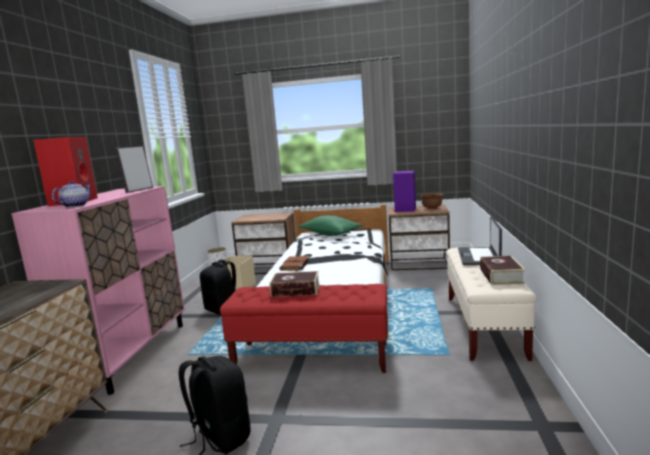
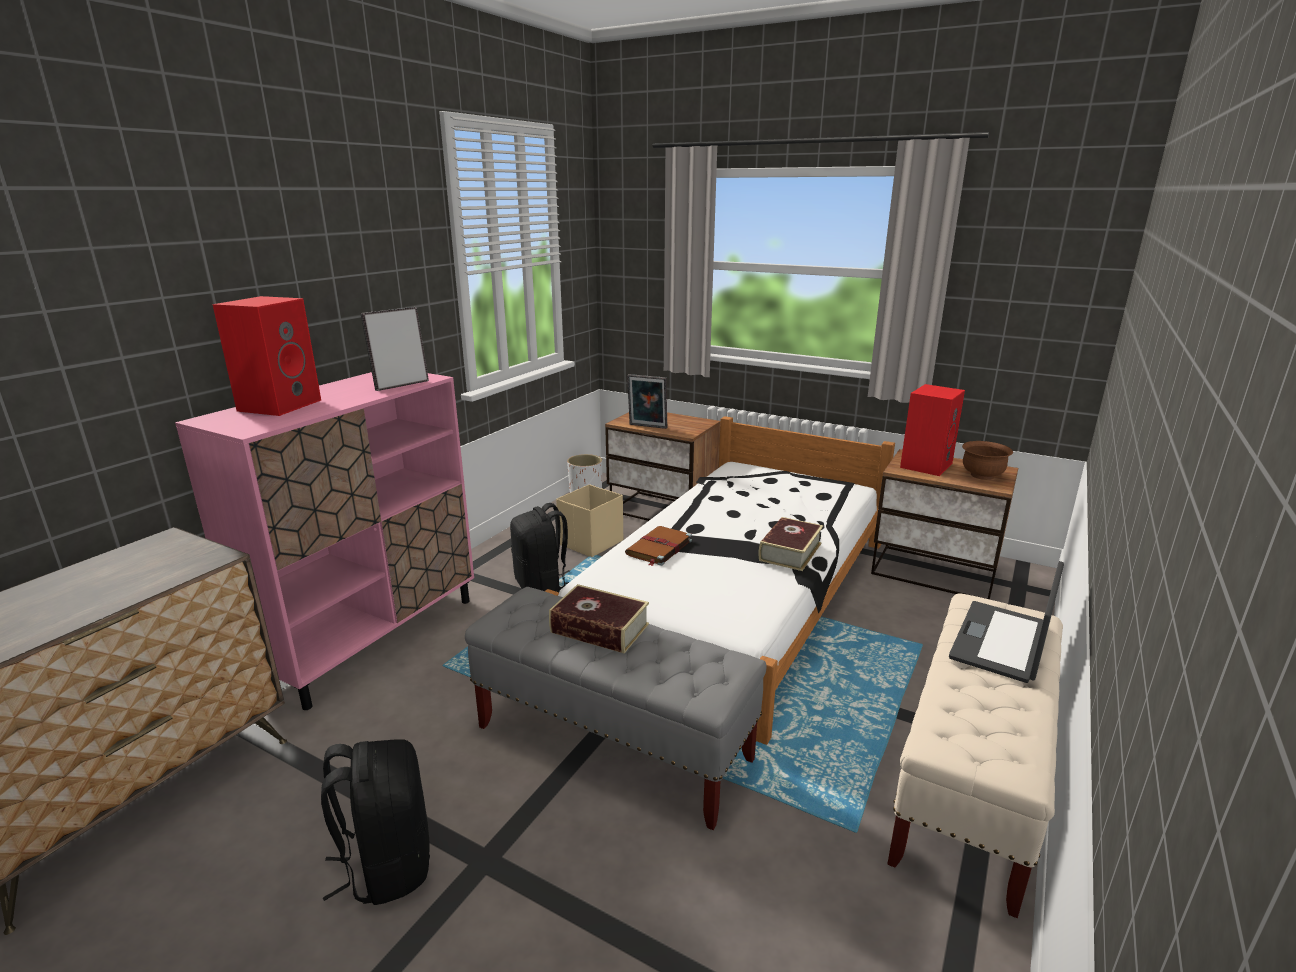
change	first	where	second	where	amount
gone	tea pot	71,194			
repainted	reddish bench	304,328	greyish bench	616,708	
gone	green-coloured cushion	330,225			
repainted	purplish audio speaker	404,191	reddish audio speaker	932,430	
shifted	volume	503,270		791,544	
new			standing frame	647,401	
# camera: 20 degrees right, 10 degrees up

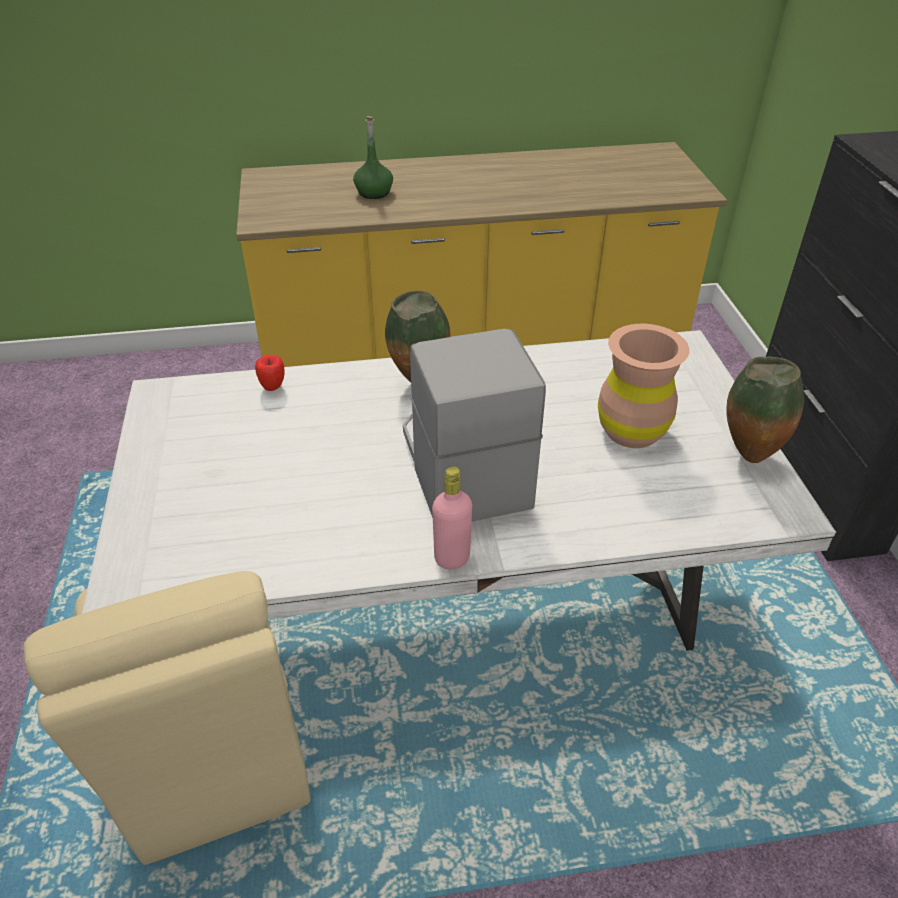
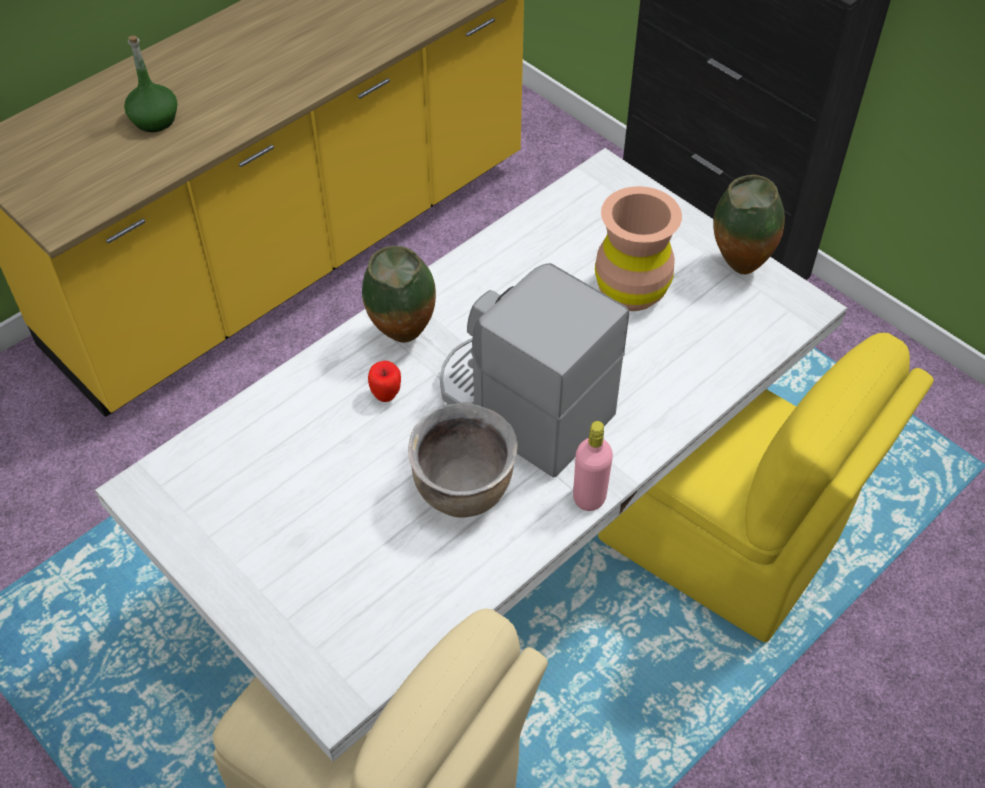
change	first	where	second	where	amount
shifted	whole apple	270,373		384,381	
new			brown cooking pot	463,460	
new			yellowish upright chair	766,487	
# camera: 35 degrees left, 10 degrees up

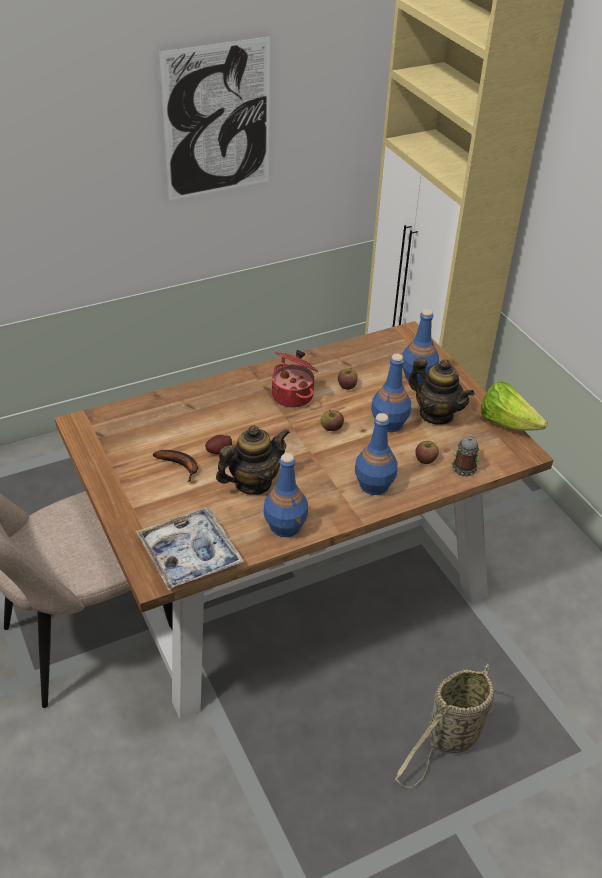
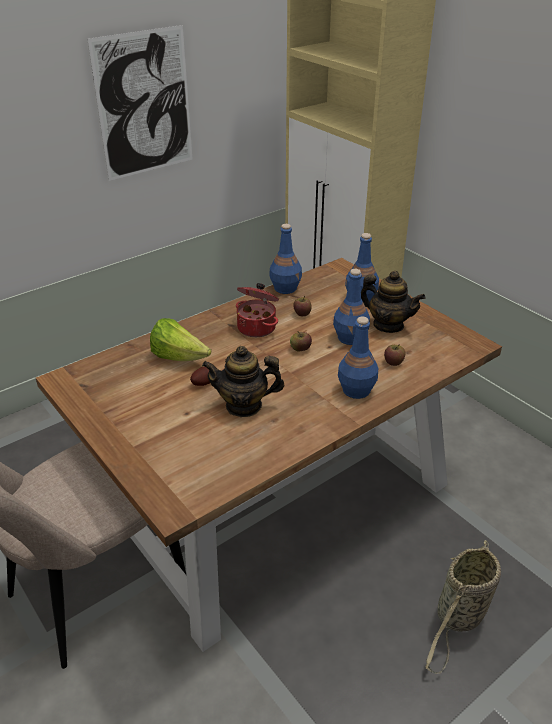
change	first	where	second	where	amount
gone	carrying tray	190,549			
gone	banana	175,466			
rotated	tea pot	253,460		243,381	135 degrees counterclockwise
shifted	blue-coloured drink bottle	285,495		285,259	
gone	mug	466,455			
shifted	head of lettuce	514,406		180,339	
# camera: 10 degrees left, 5 degrees down

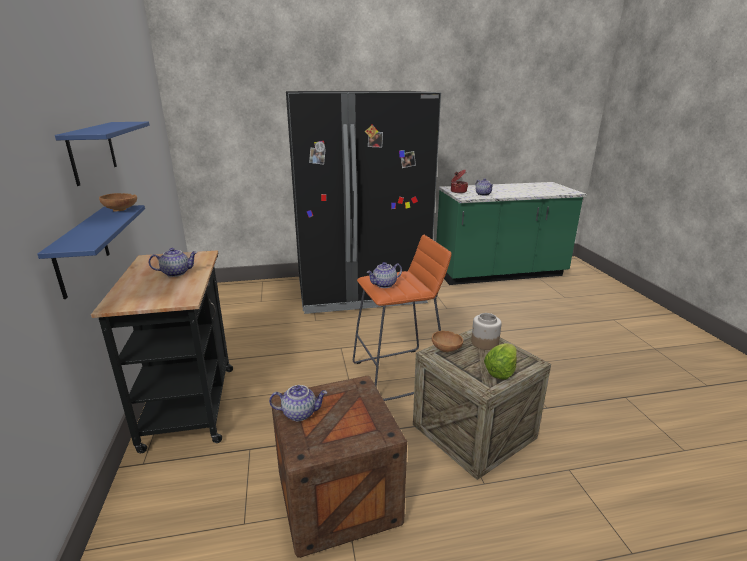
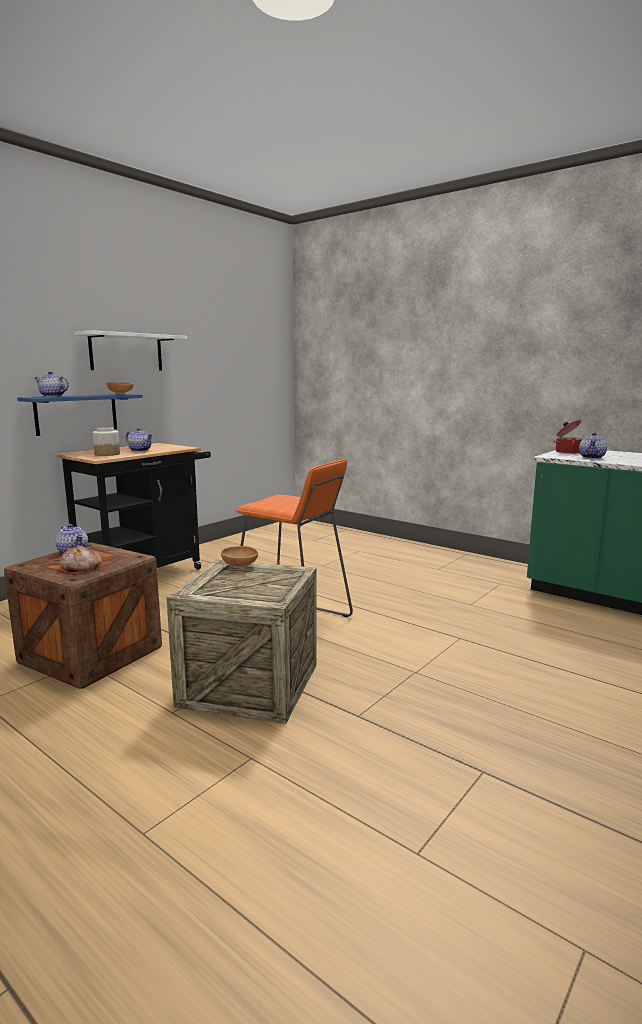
change	first	where	second	where	amount
repainted	blue-coloured wall shelf	102,154	white-coloured wall shelf	130,350	
gone	blackish kitchen fridge	363,202			
shifted	tea pot	384,275		52,384	
shifted	preserve jar	486,331		106,441	
gone	head of lettuce	500,361			
new			bread	81,558	
# camera: 50 degrees right, 10 degrees down

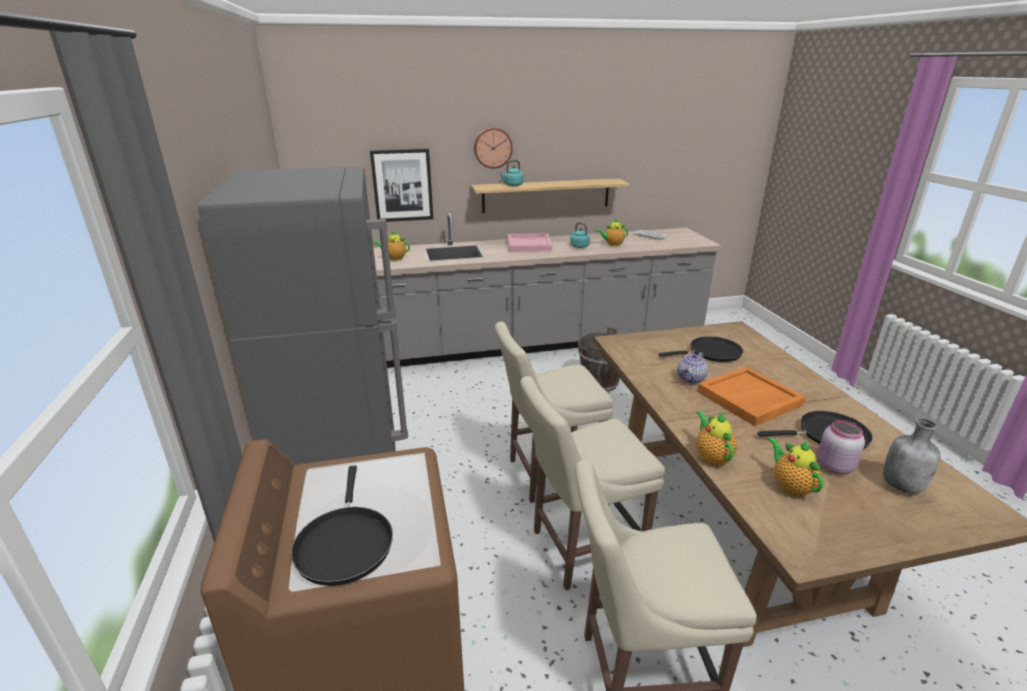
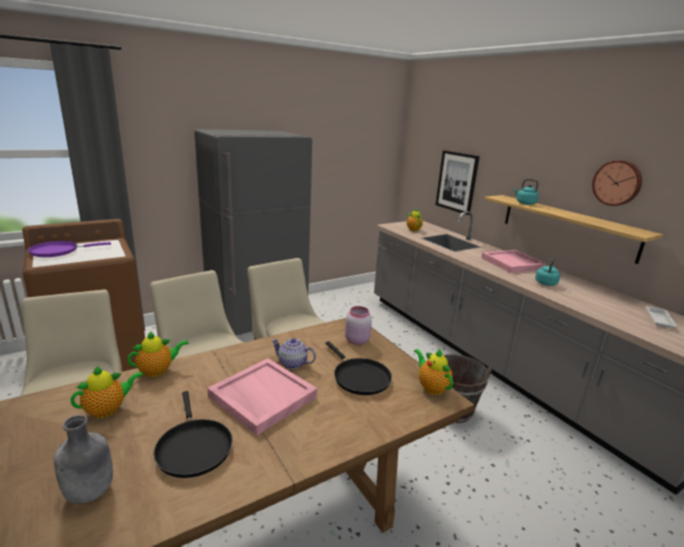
change	first	where	second	where	amount
repainted	blackish skillet	342,525	purplish skillet	69,249	
shifted	clock on the wall	493,148		617,183	
shifted	tea pot	612,232		433,372	
repainted	orange-coloured carrying tray	751,396	pink carrying tray	262,396	
shifted	pink preserve jar	841,447		358,325	
# camera: 70 degrees right, 5 degrees down

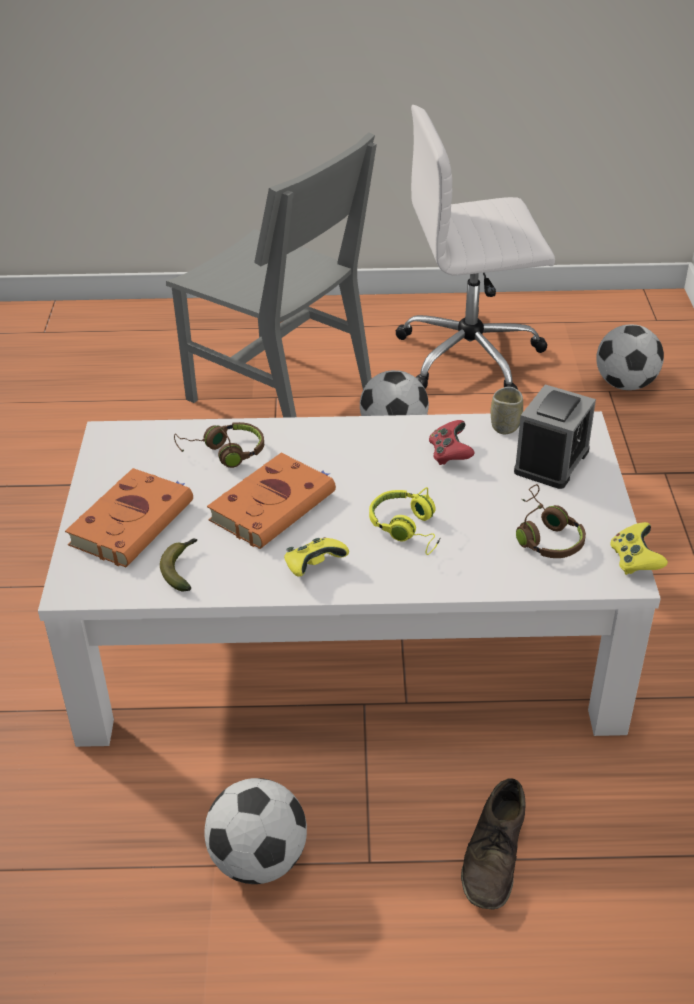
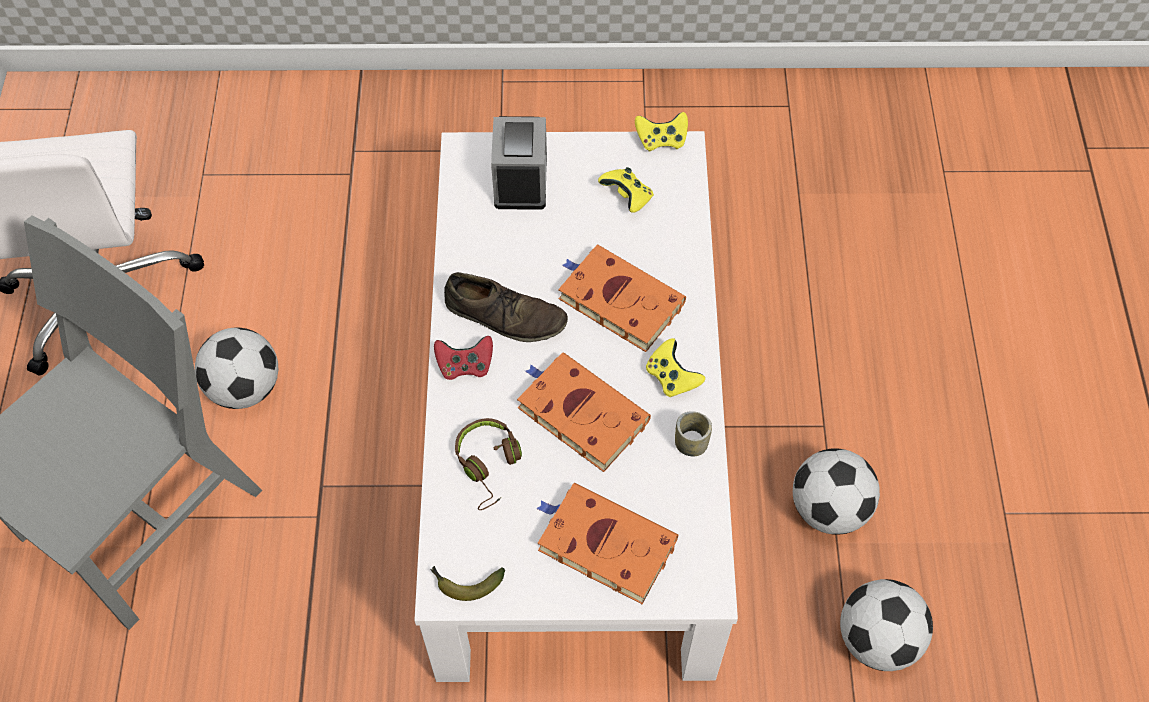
change	first	where	second	where	amount
shifted	banana	178,565		468,583	
swapped	yellowish headphones	405,521	orange-coloured volume	622,298	
shifted	reddish game controller	452,442		463,358	
shifted	brown item of footwear	493,844		506,307	
shifted	small cup	507,410		693,433	
rotated	bedside clock	555,436		519,163	60 degrees clockwise
swapped	brown headphones	551,521	yellowish game controller	626,190	
shifted	football	630,357		886,625	
# camera: 90 degrees left, 20 degrees up

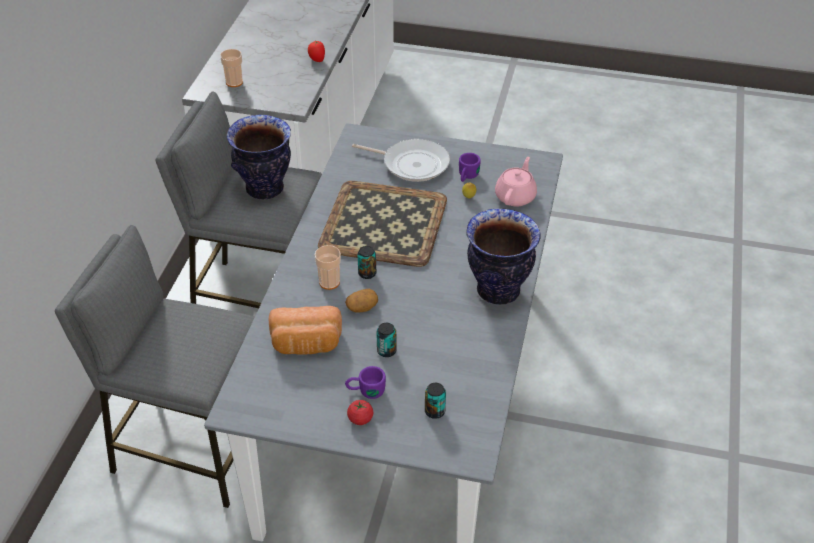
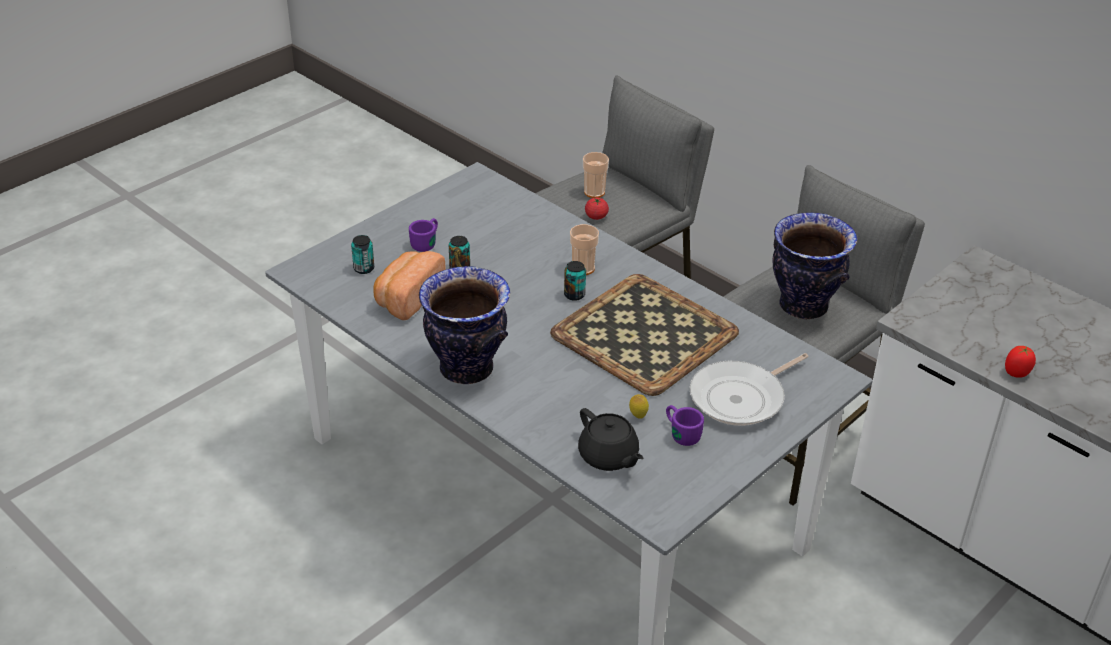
change	first	where	second	where	amount
shifted	small cup	231,68		596,175	
shifted	bread	305,330		409,285	
gone	whole potato	361,301			
shifted	fresh tomato	360,412		597,208	
repainted	pink tea pot	516,181	blackish tea pot	610,439	
# camera: 120 degrees right, 5 degrees down

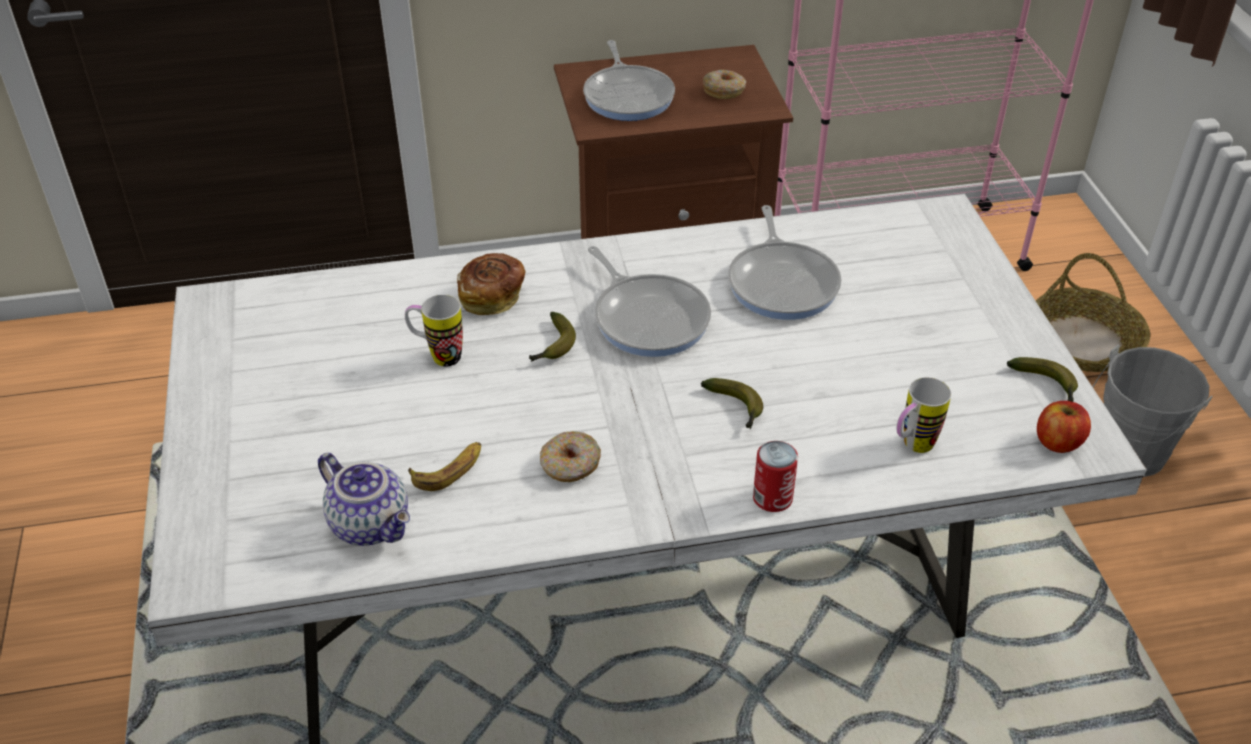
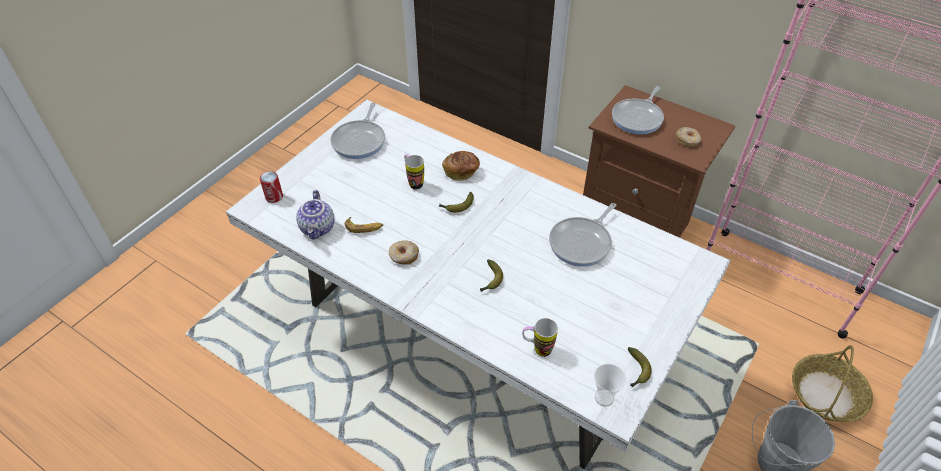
change	first	where	second	where	amount
shifted	skillet	649,301		357,130	
shifted	metal can	775,476		271,187	
swapped	whole apple	1064,427	small cup	610,385	
# camera: 45 degrees right, 5 degrees up

